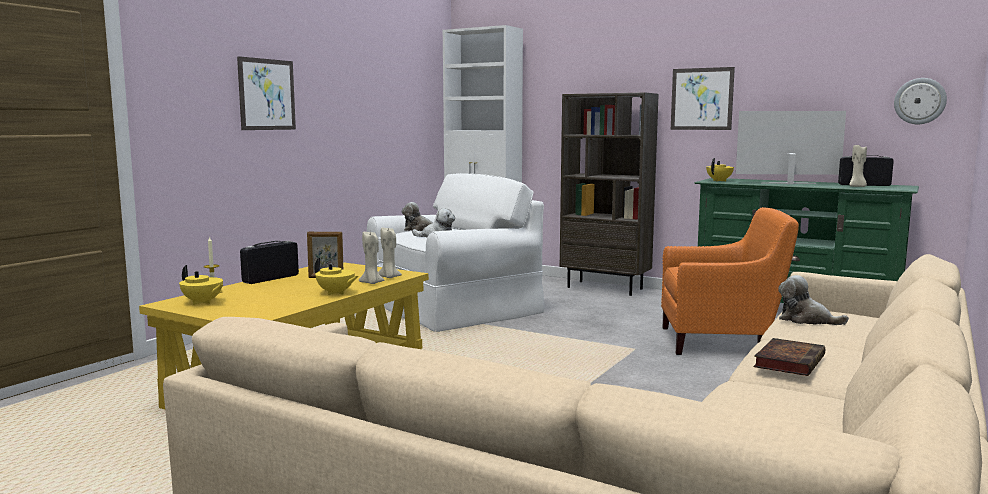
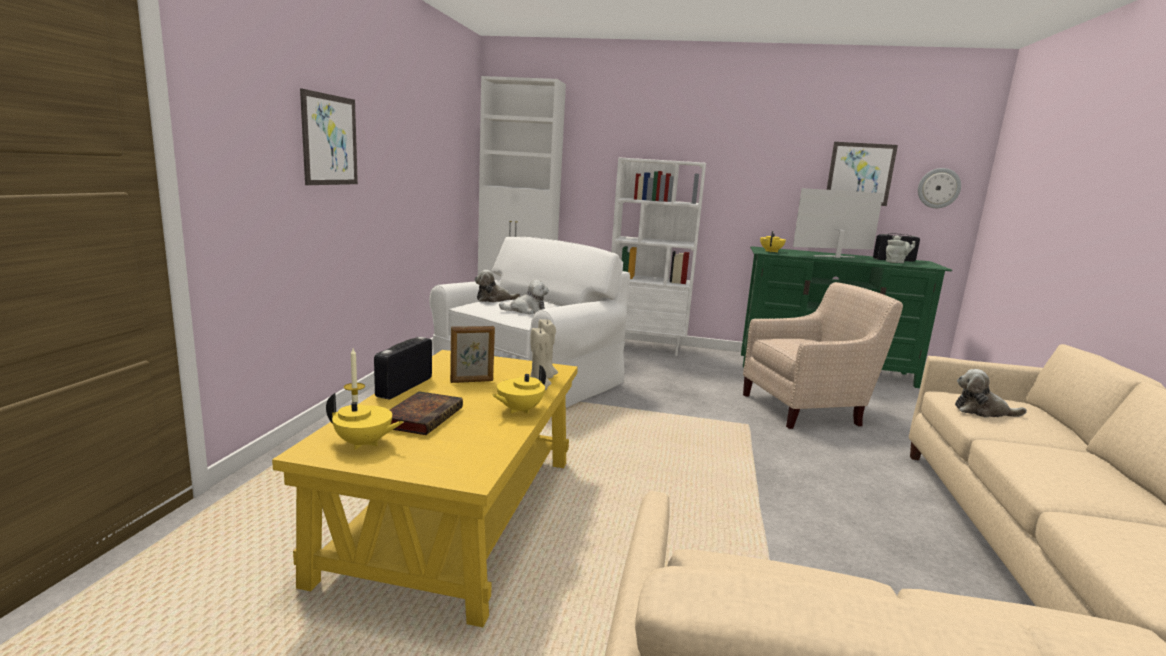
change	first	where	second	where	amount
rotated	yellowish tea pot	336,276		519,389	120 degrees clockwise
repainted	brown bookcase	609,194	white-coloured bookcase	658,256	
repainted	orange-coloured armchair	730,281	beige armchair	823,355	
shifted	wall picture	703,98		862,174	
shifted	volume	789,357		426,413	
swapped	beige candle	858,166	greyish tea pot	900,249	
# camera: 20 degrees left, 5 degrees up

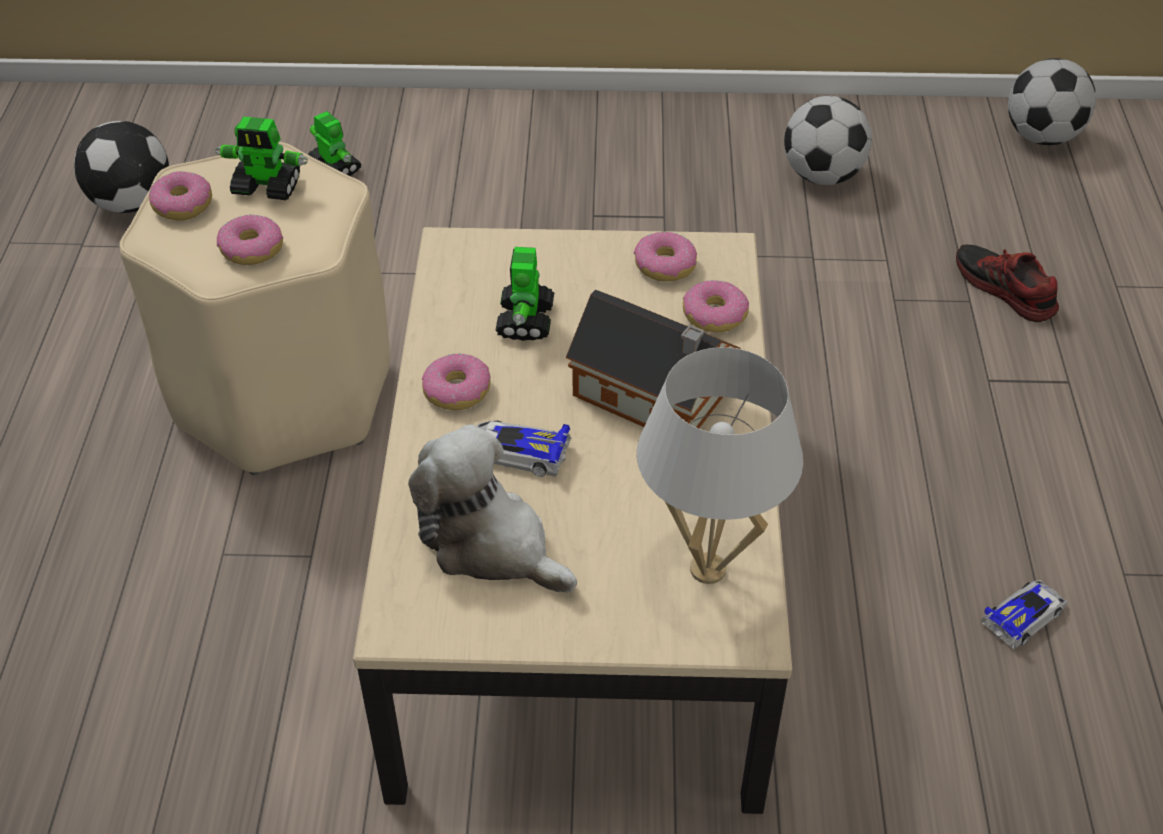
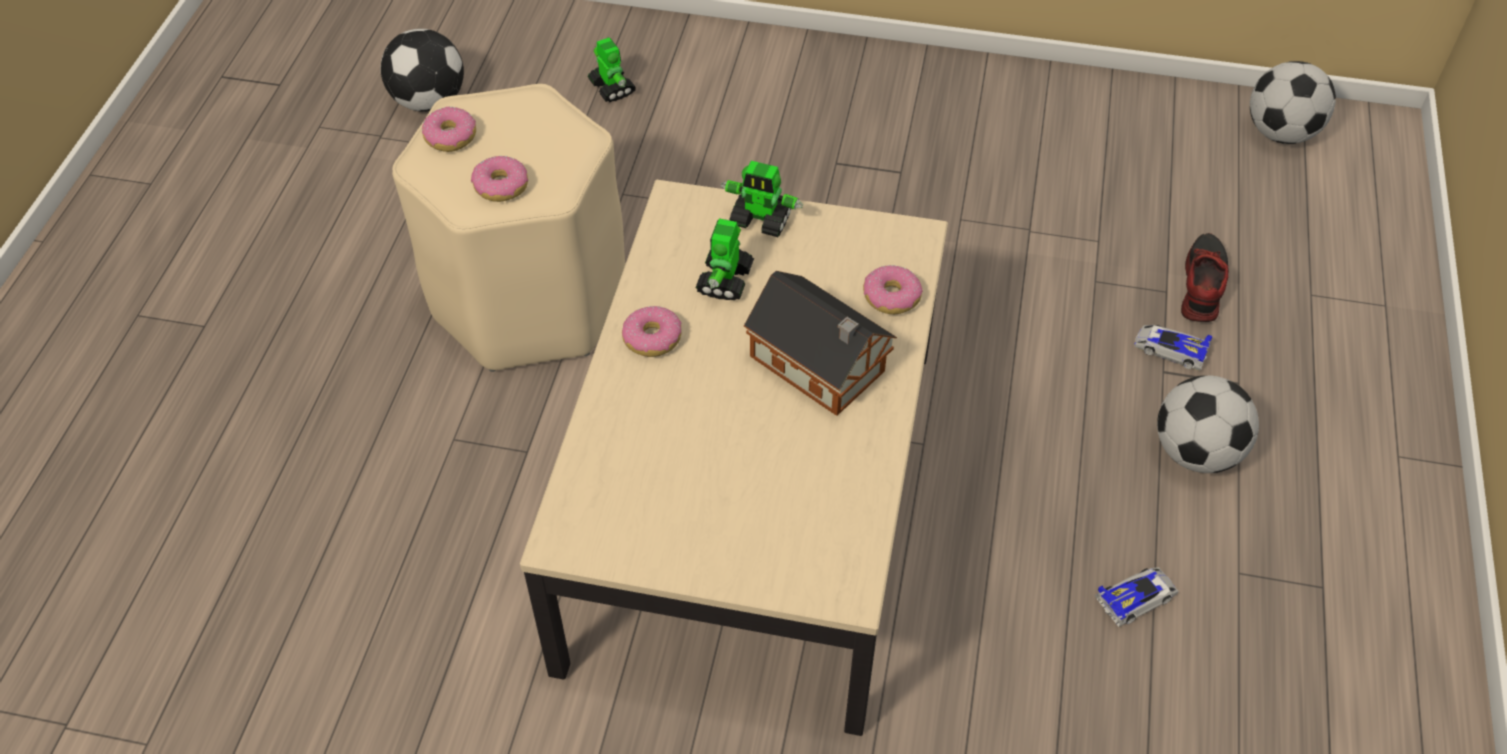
change	first	where	second	where	amount
shifted	robot figure	261,158		762,199	
gone	cuddly toy	492,509			
shifted	miniature car	524,449		1173,348	
gone	doughnut	665,256			
gone	white-coloured lamp for a table	720,465			
shifted	football	828,140		1208,424	
rotated	item of footwear	1007,283		1205,277	45 degrees clockwise
# camera: 10 degrees right, 5 degrees up

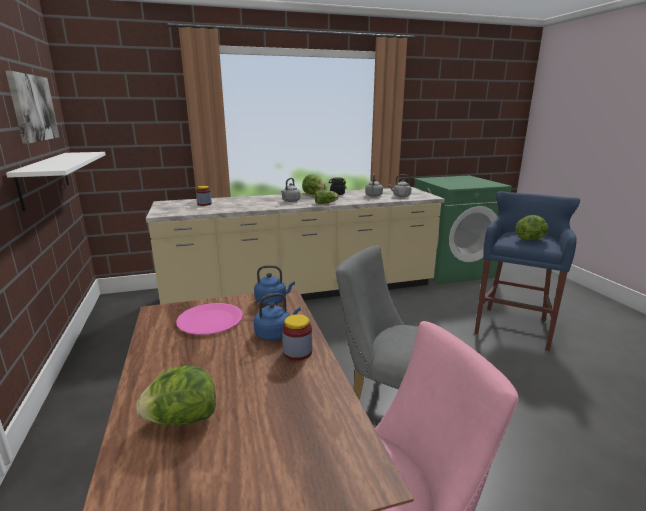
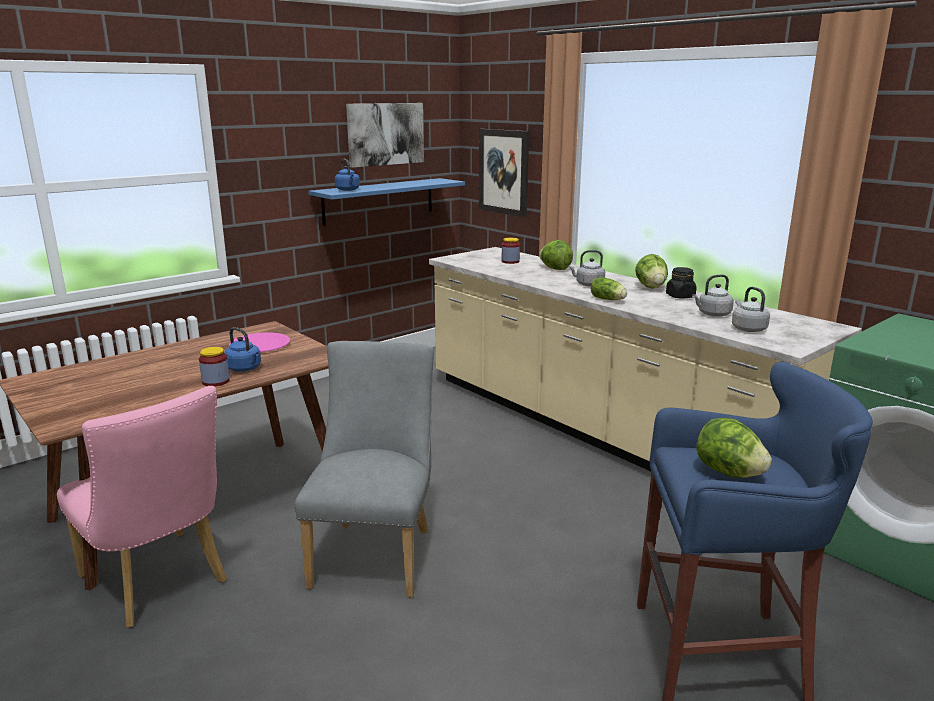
change	first	where	second	where	amount
repainted	white-coloured wall shelf	56,181	blue-coloured wall shelf	386,202	
shifted	head of lettuce	176,395		556,255	
shifted	blue-coloured tea kettle	274,285		347,175	
new			wall picture	504,173	
# camera: 65 degrees right, 0 degrees up

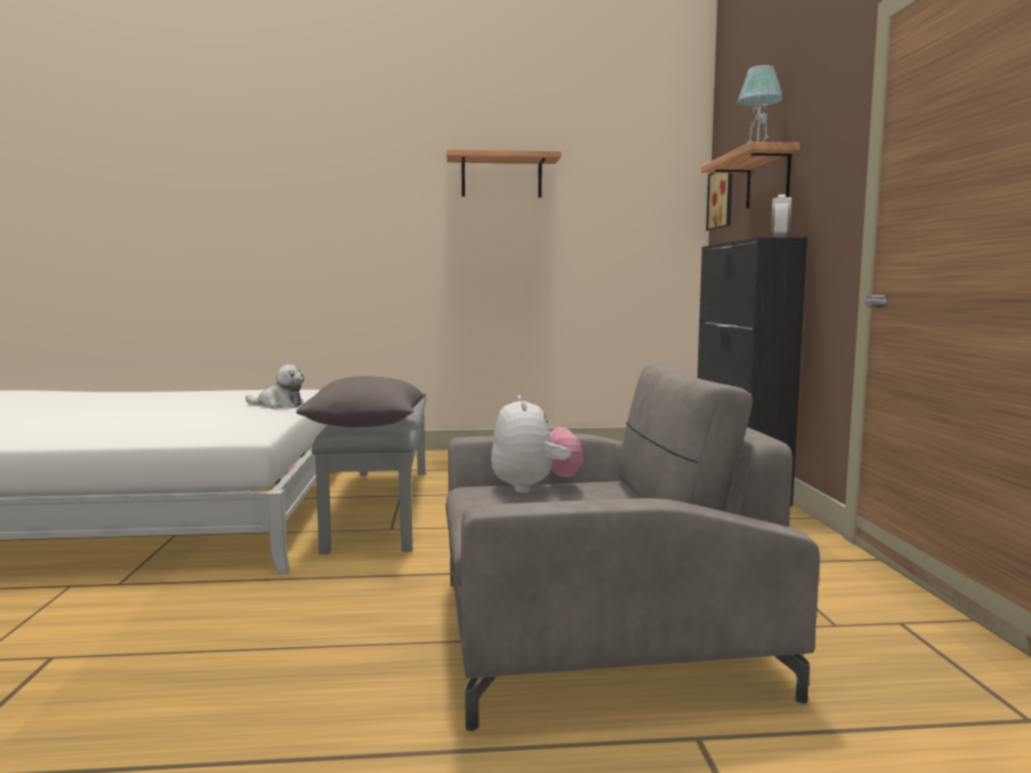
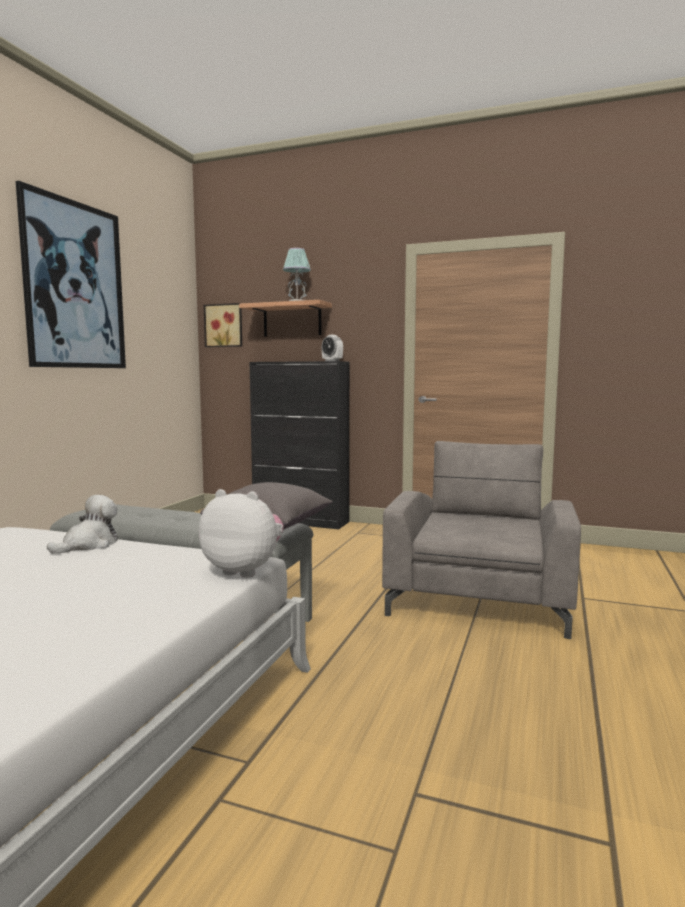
change	first	where	second	where	amount
swapped	wall shelf	503,173	wall picture	70,274	
shifted	cuddly toy	537,444		241,533	
# camera: 65 degrees left, 0 degrees up

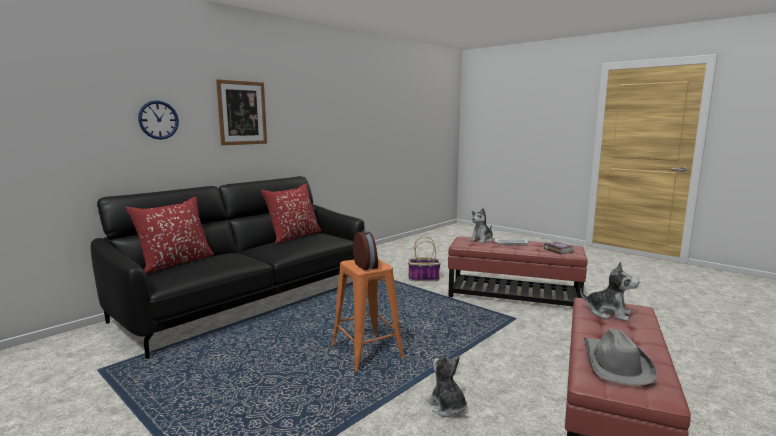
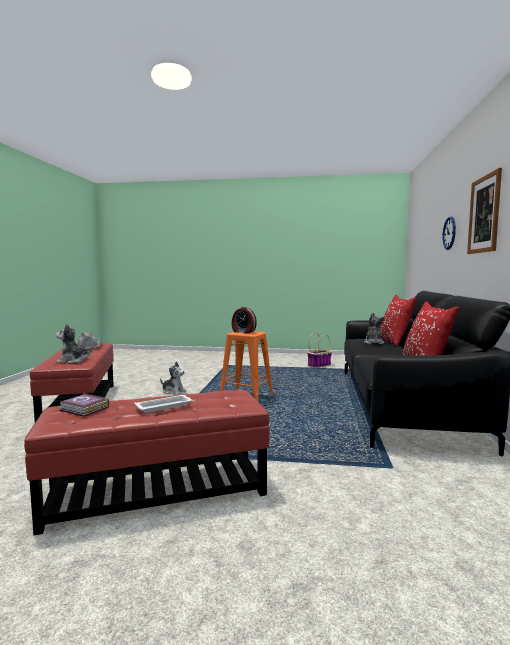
change	first	where	second	where	amount
shifted	storage basket	424,258		319,350	
shifted	cuddly toy	481,226		374,328	
# camera: 145 degrees right, 5 degrees down

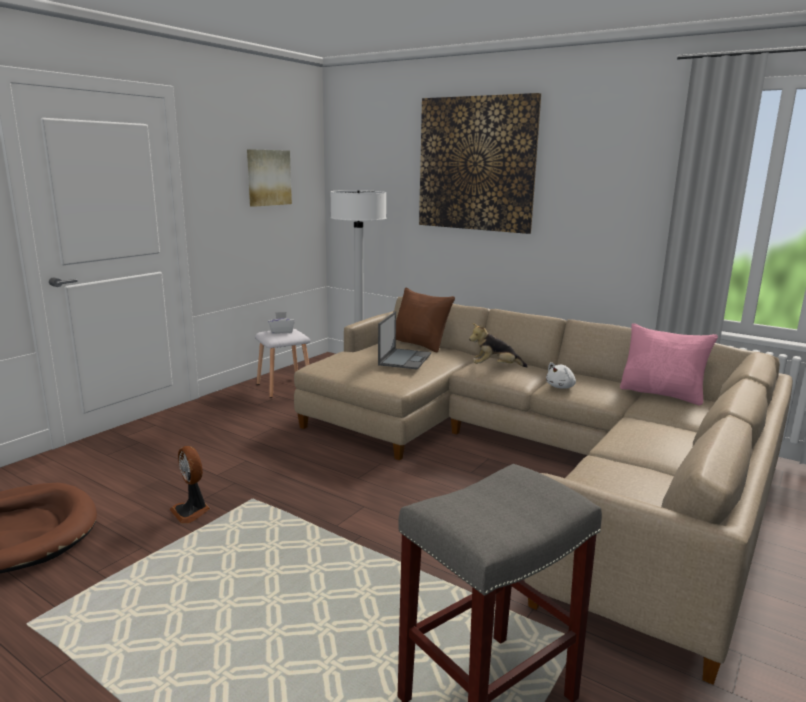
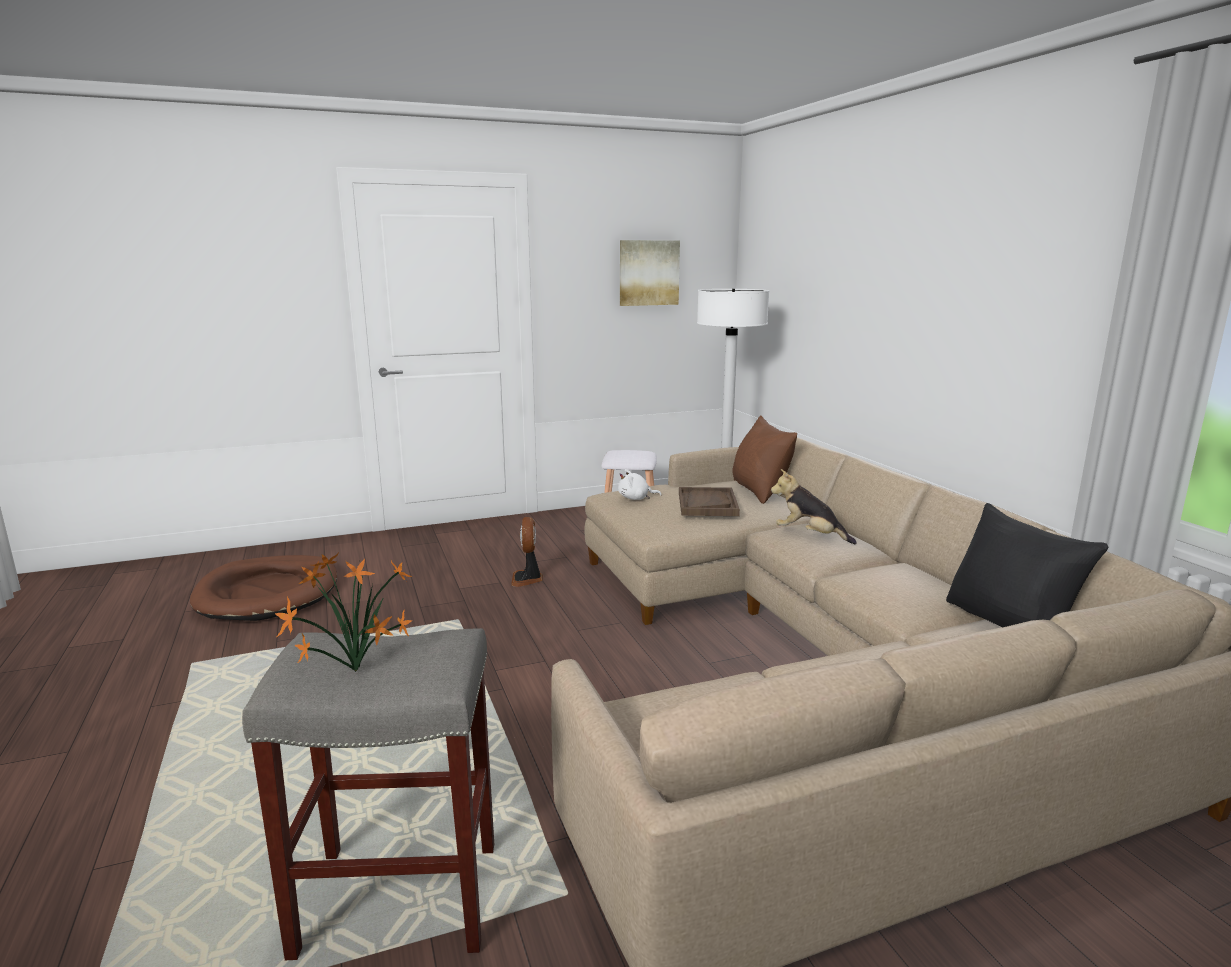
change	first	where	second	where	amount
shifted	fan	189,485		527,552	
gone	white-coloured box of tissues	281,323			
swapped	notebook computer	404,340	brown carrying tray	709,501	
gone	wall picture	480,163			
shifted	white-coloured cuddly toy	561,375		640,484	
repainted	pink cushion	669,364	blackish cushion	1027,565	
new			houseplant	343,612	
# camera: 35 degrees right, 0 degrees up

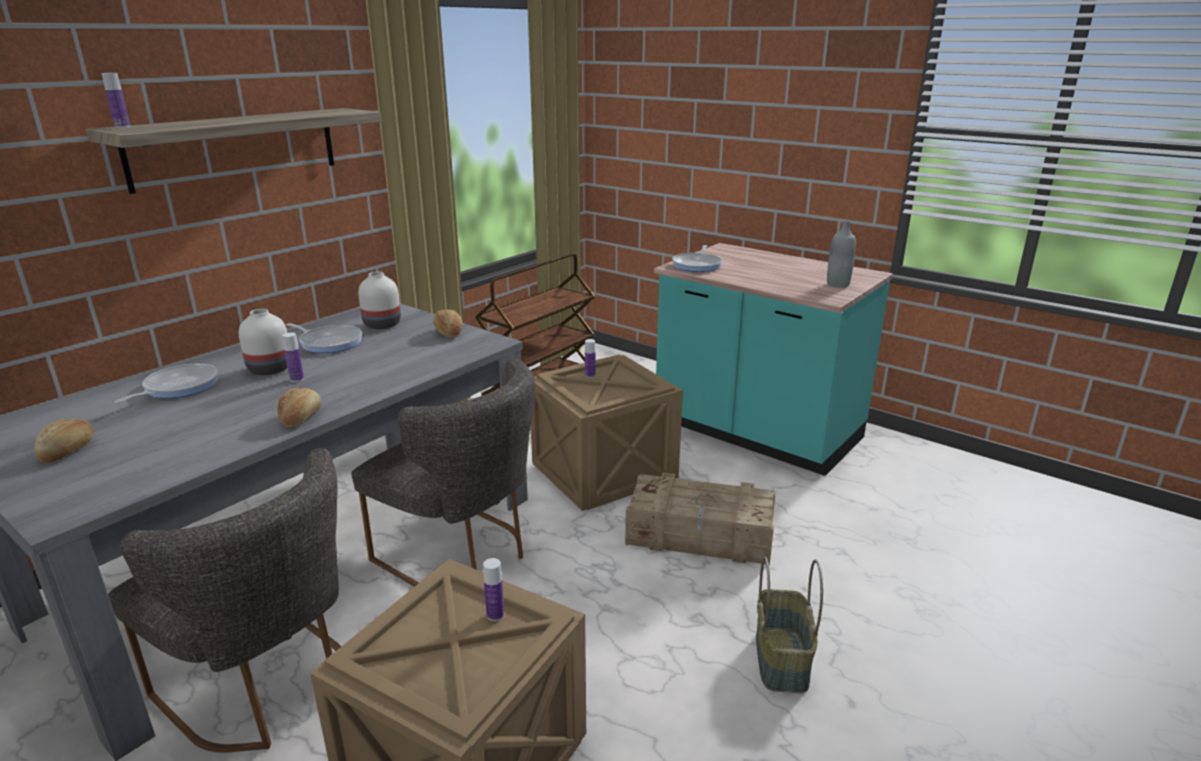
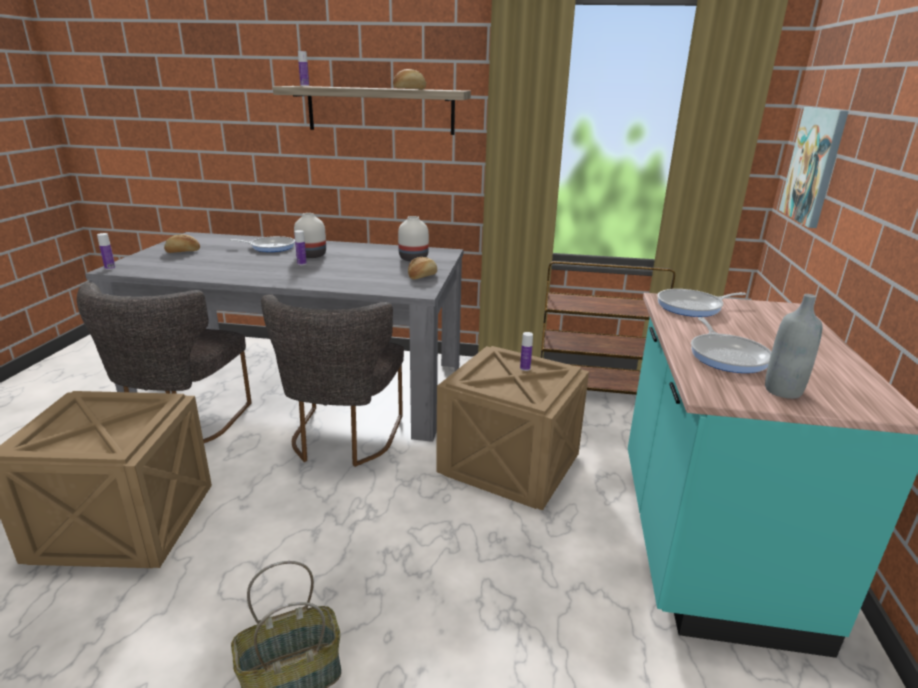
change	first	where	second	where	amount
shifted	bread	299,407		409,79	
shifted	skillet	324,338		731,345	
shifted	drink bottle	493,589		106,251	
gone	packing crate	700,519			
new			wall picture	814,167	
# camera: 60 degrees right, 0 degrees up

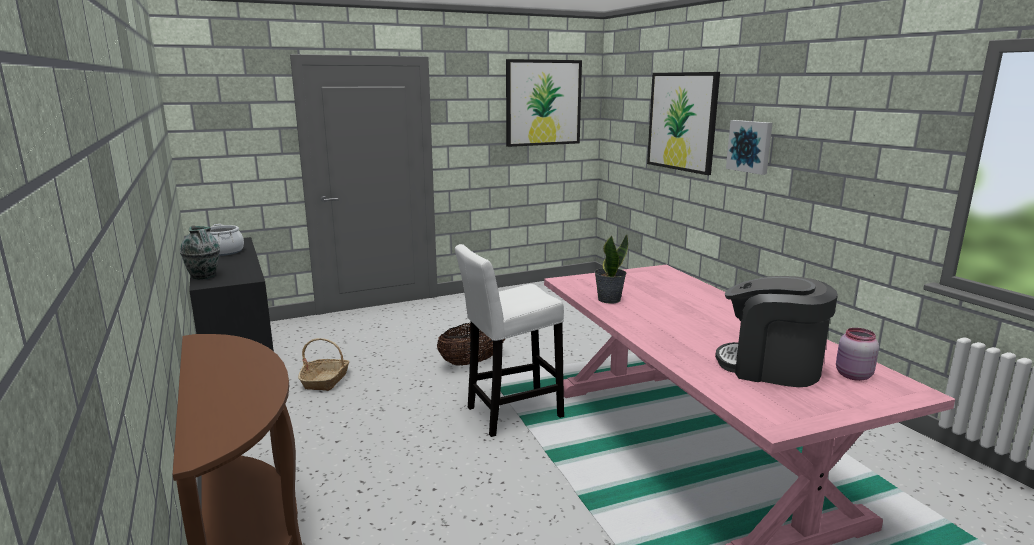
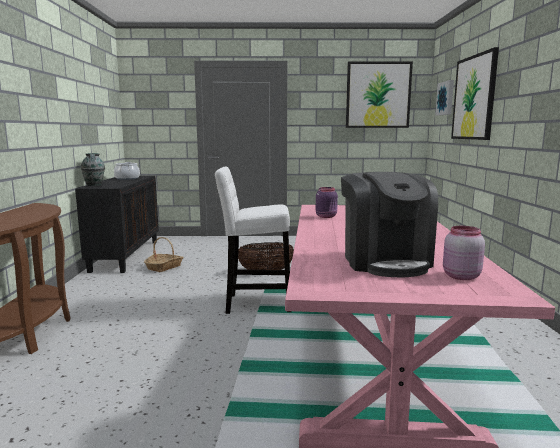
change	first	where	second	where	amount
swapped	houseplant	611,269	purplish preserve jar	327,202	
rotated	coffee brewer	776,331		389,224	150 degrees counterclockwise
shifted	wall picture	749,147		444,98	
# camera: 25 degrees right, 5 degrees down

